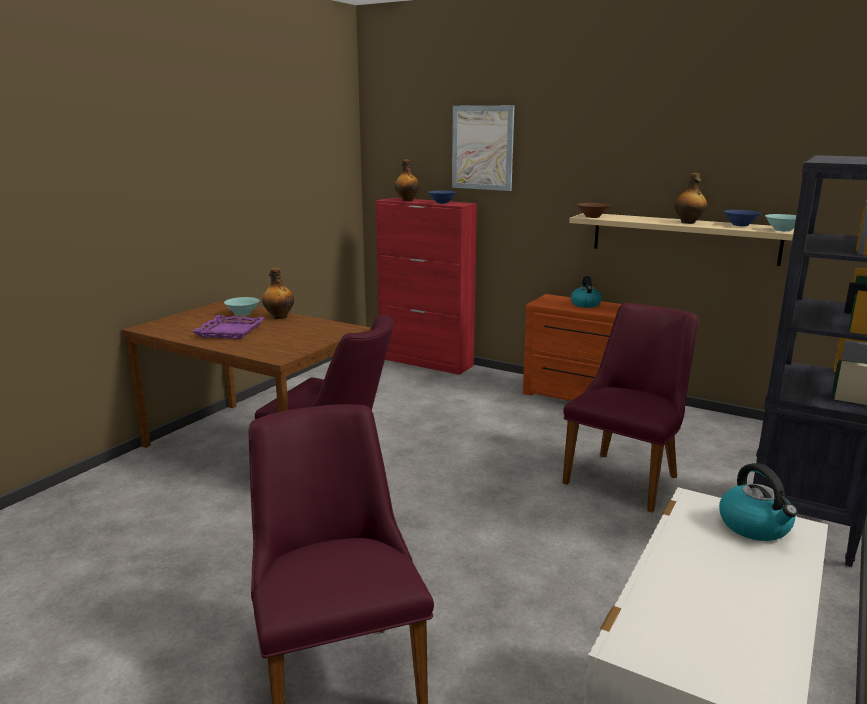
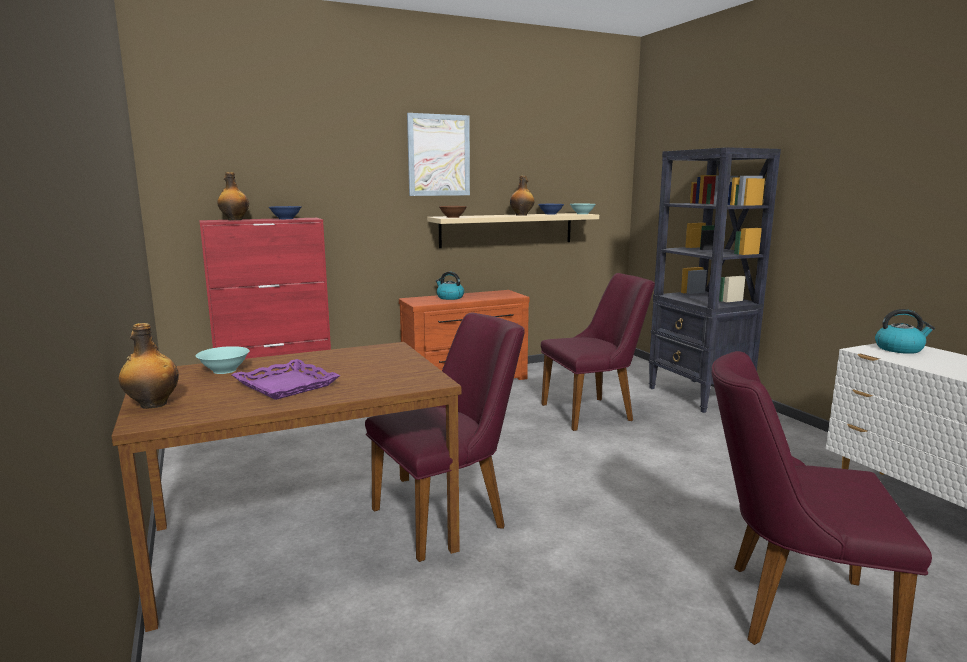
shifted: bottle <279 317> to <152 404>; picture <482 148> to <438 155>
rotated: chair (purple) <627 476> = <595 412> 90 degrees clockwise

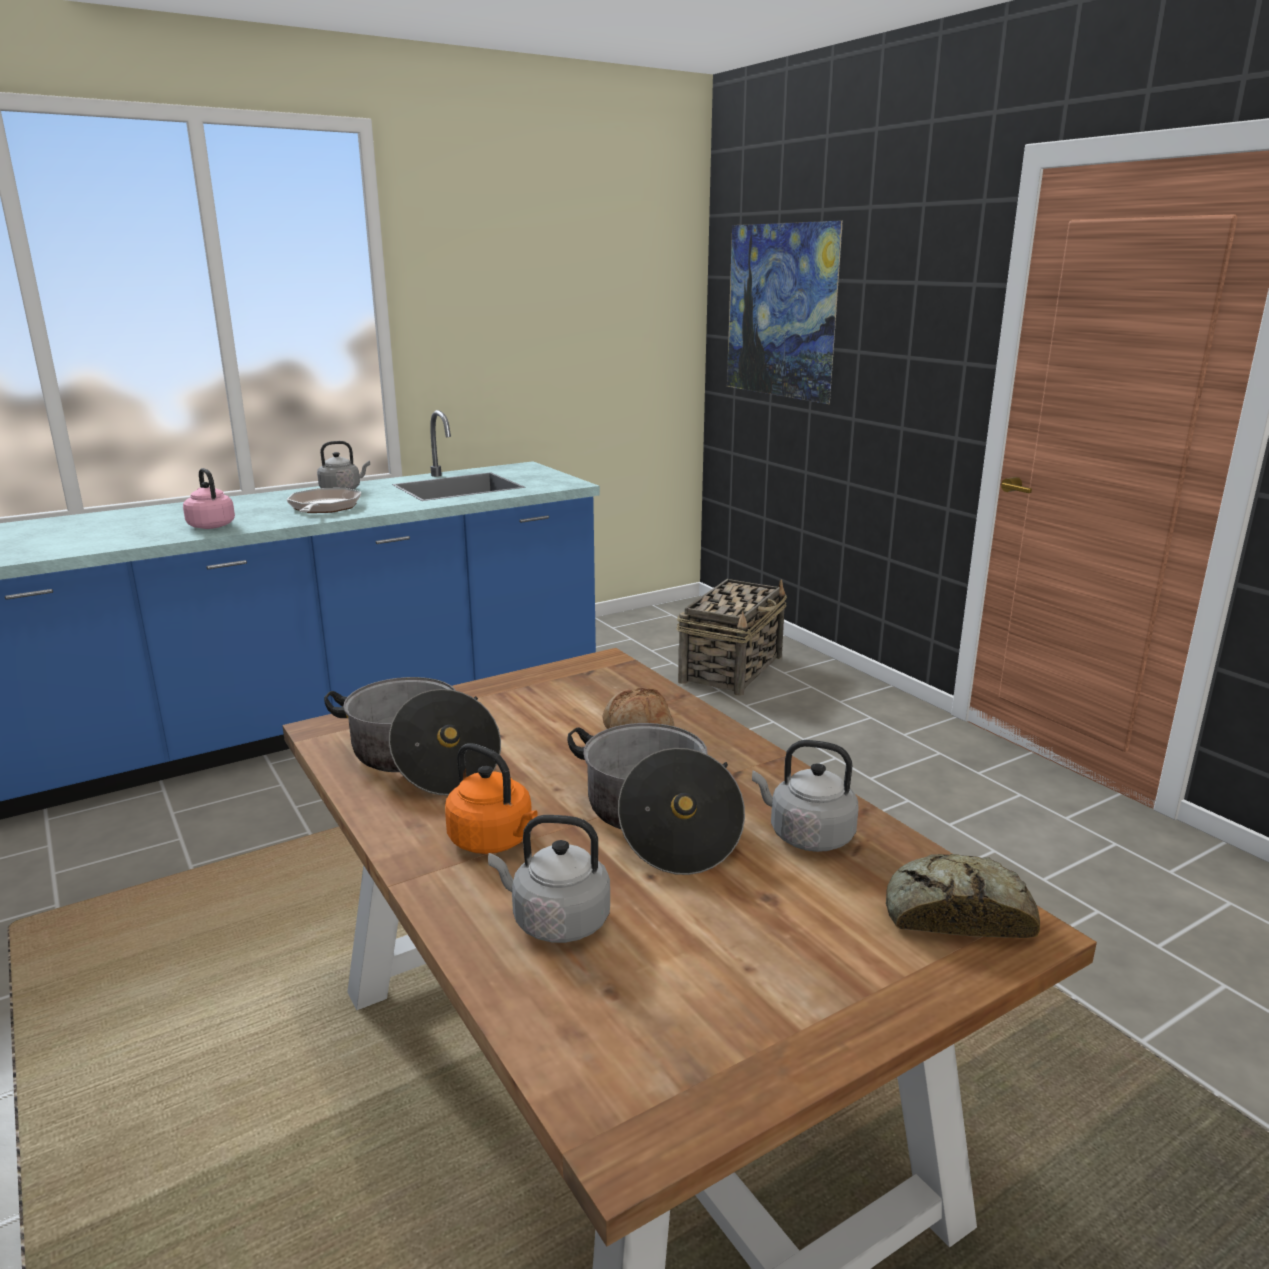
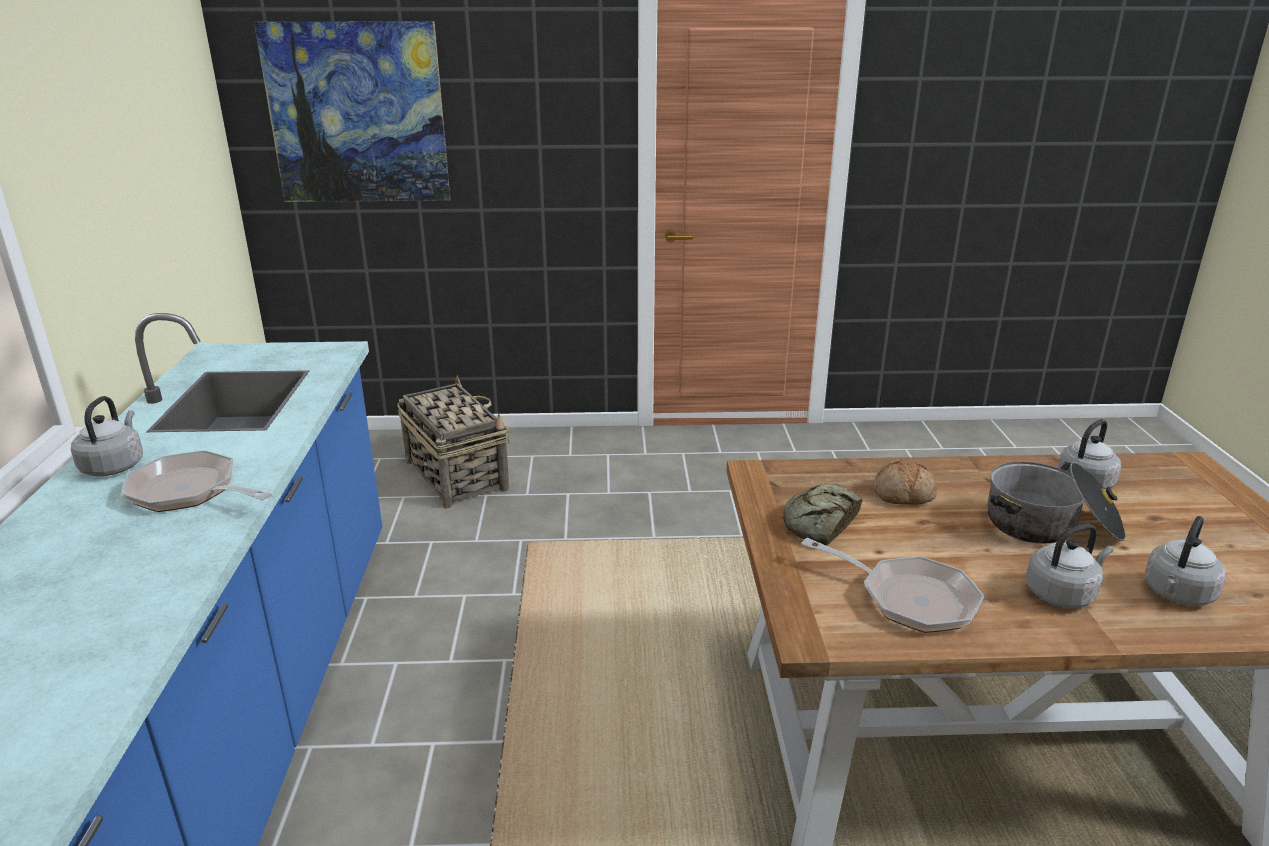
gone: kettle (pink) <210 525>
shifted: bread <955 912> to <820 523>
swapped: cooking pot <420 760> to frying pan <909 598>
repainted: kettle (orange) <494 841> to kettle (grey) <1062 593>

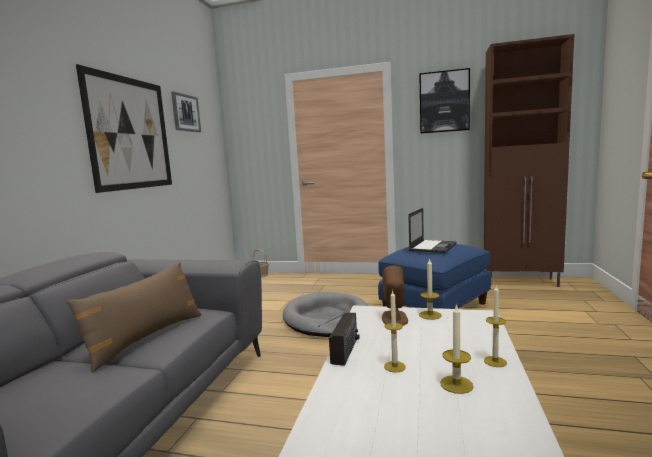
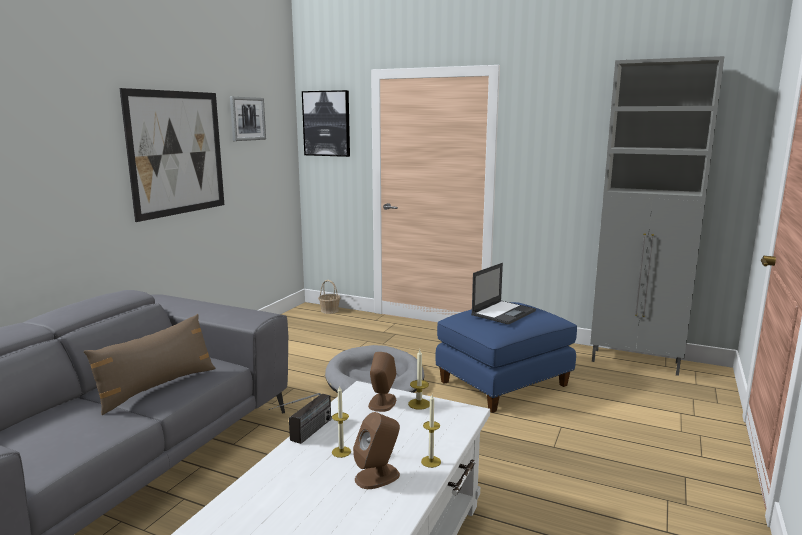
shifted: picture <444 102> to <326 123>
swapped: candle <456 384> to speaker (brown) <378 476>
repainted: cabinet (brown) <522 282> to cabinet (grey) <636 362>

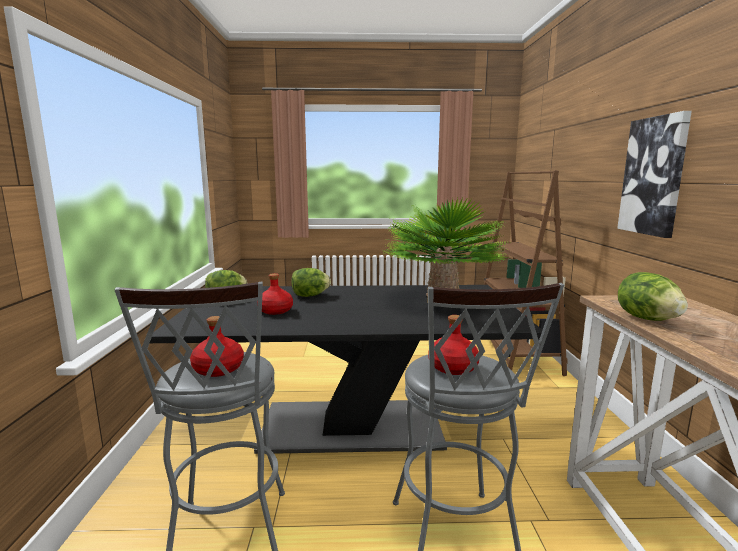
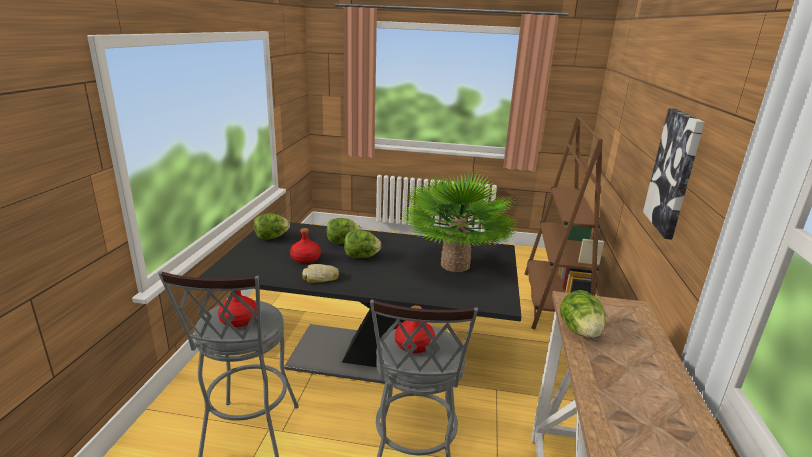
new: bread <321 277>; lettuce <361 257>

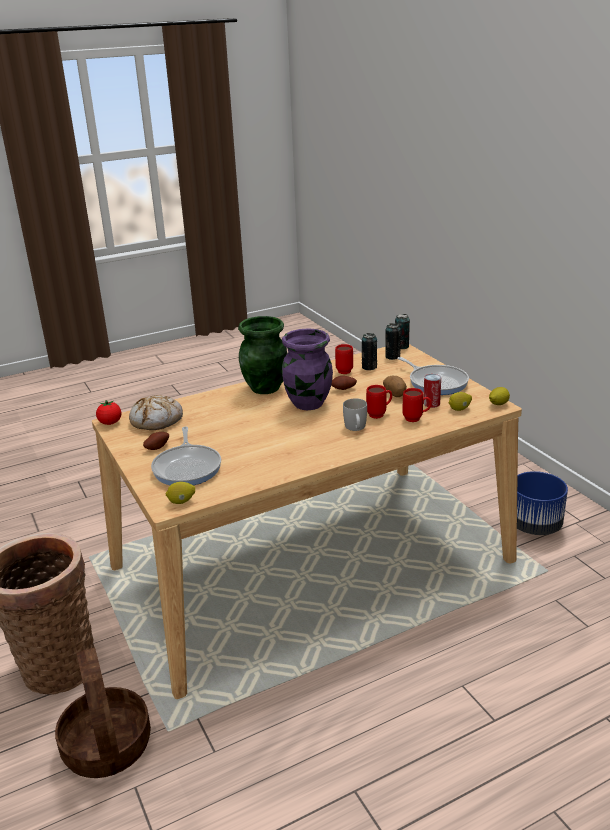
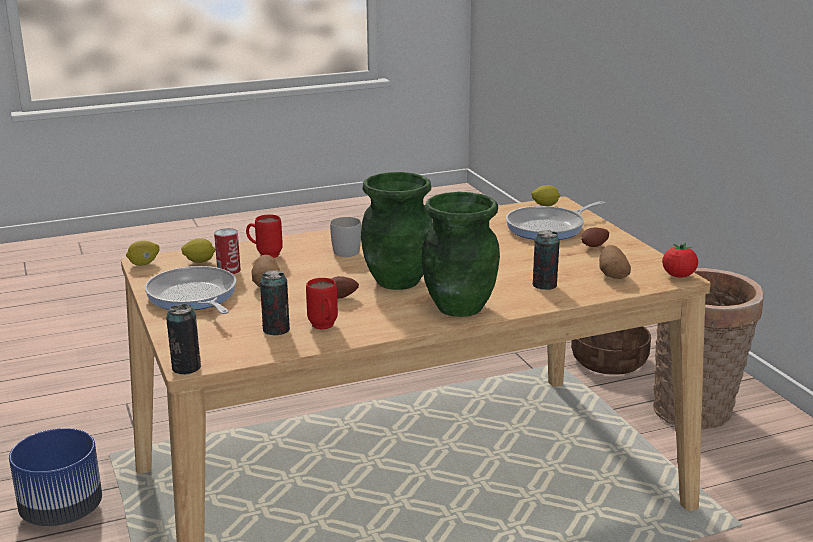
gone: mug (red) <379 414>
shifted: can <392 356> to <544 285>
swapped: bread <157 420> to potato <612 275>
repainted: vase (purple) <308 404> to vase (green) <398 281>
rotated: frying pan <188 467> = <549 228> 120 degrees counterclockwise

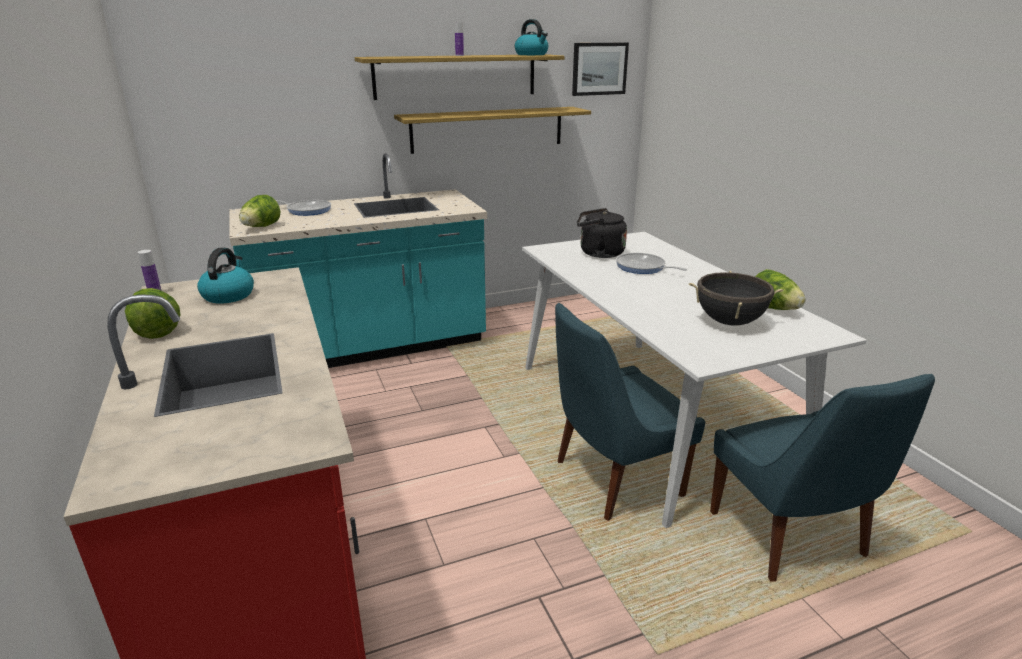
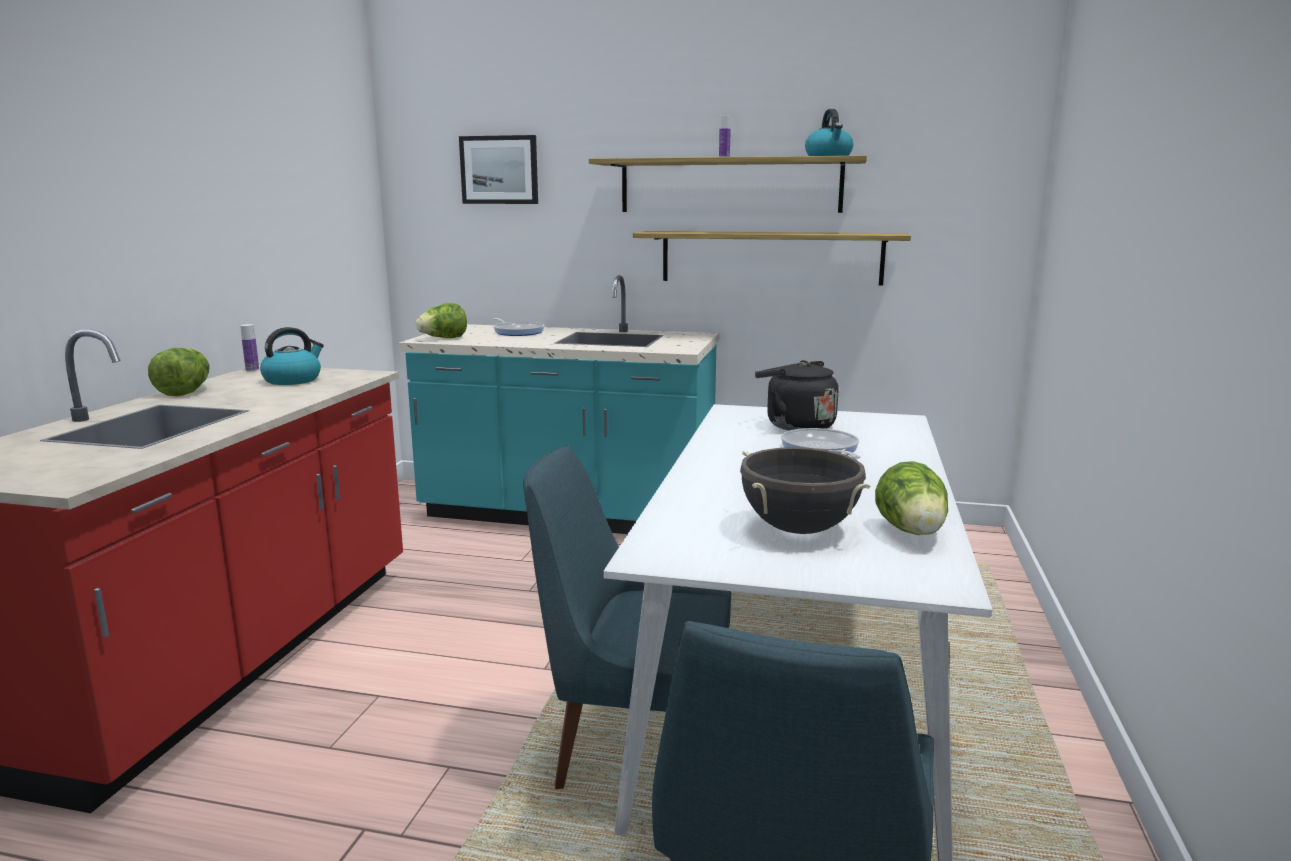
shifted: picture <599 69> to <499 170>

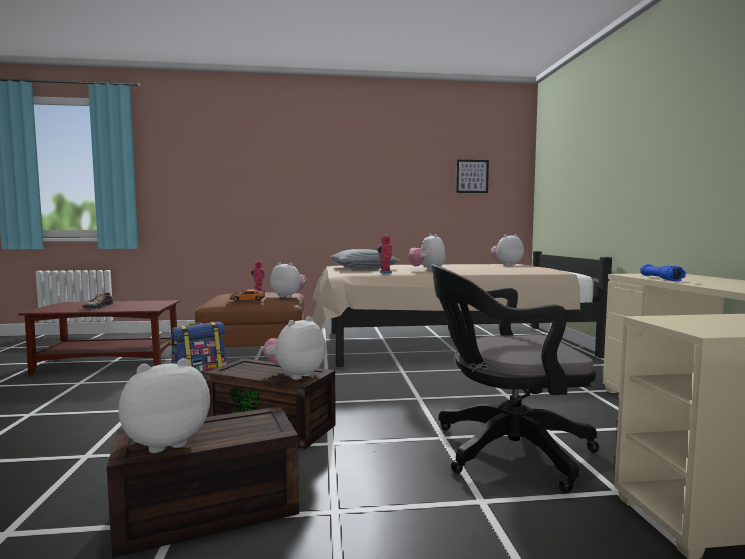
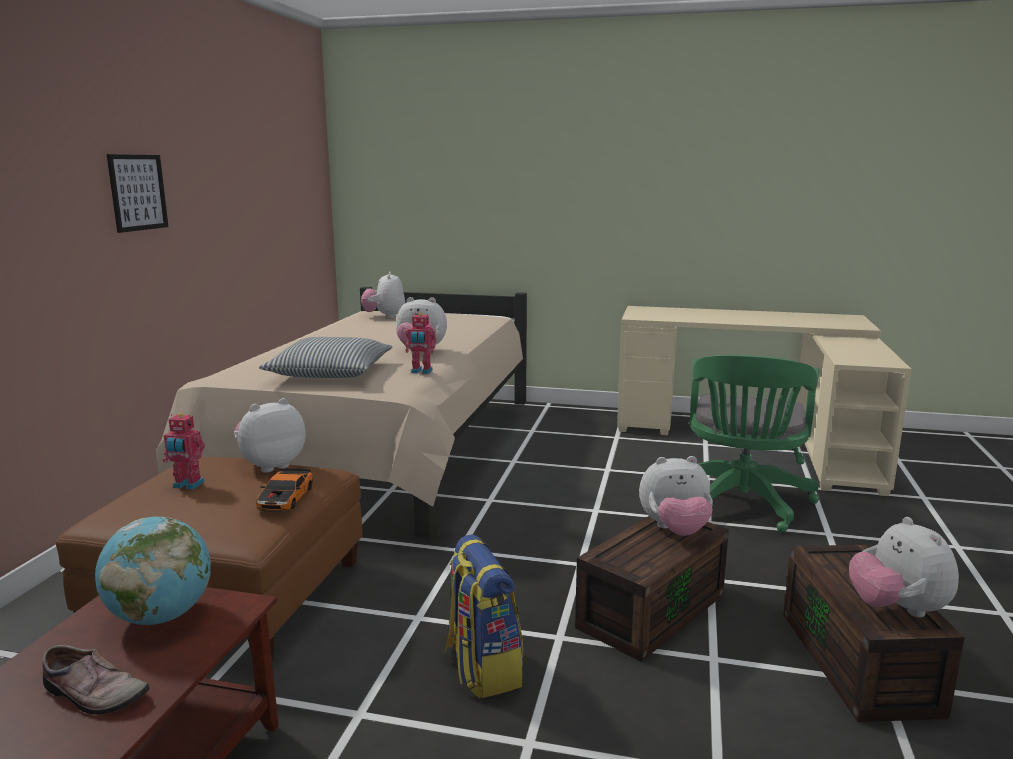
gone: flashlight (blue) <660 279>
new: globe <161 616>
shifted: picture <472 176> to <138 192>
repainted: office chair (black) <504 450> to office chair (green) <742 504>
rotated: plush toy <295 375> = <675 530> 60 degrees counterclockwise

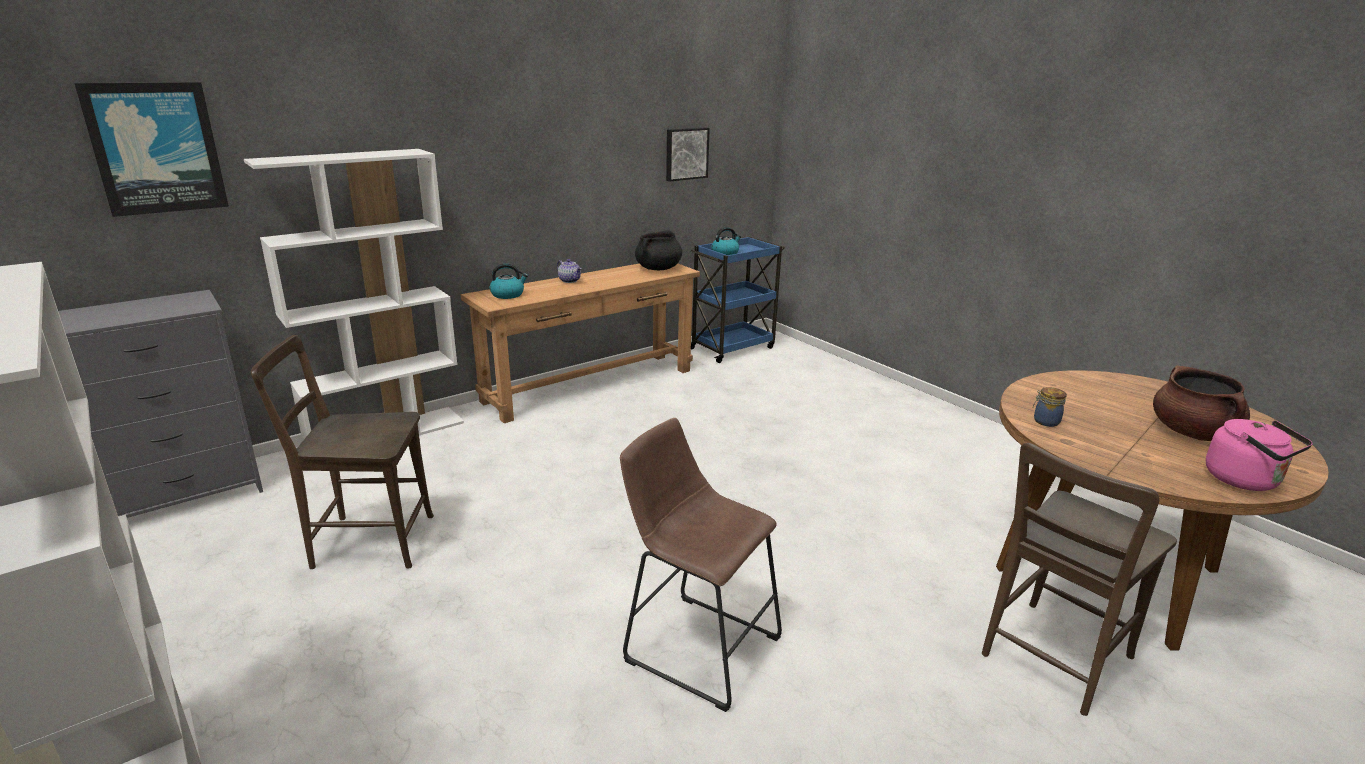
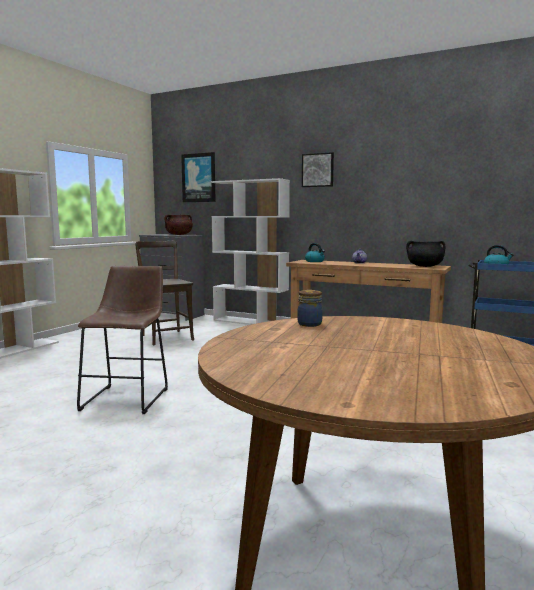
gone: chair (brown) <1052 659>; kettle (pink) <1245 481>
shifted: picture <686 153> to <318 170>; cooking pot (brown) <1192 433> to <179 234>

